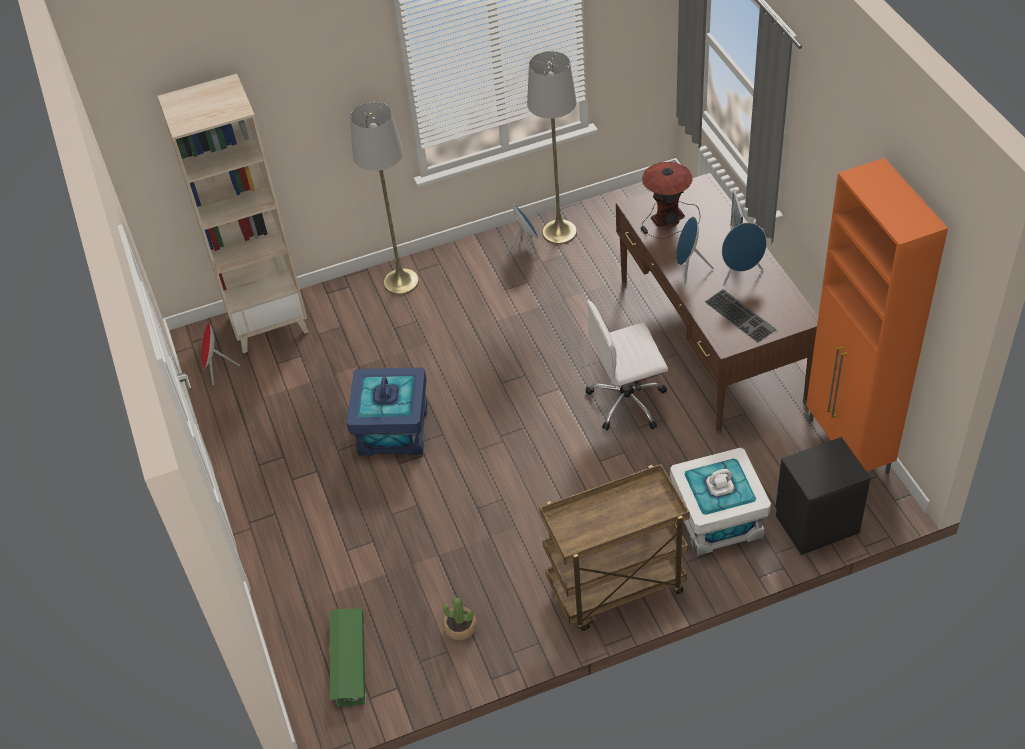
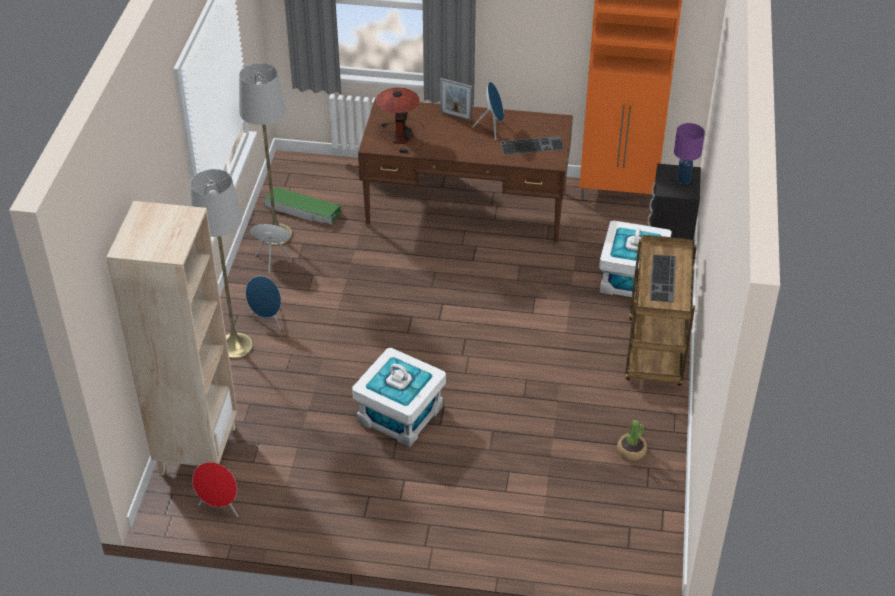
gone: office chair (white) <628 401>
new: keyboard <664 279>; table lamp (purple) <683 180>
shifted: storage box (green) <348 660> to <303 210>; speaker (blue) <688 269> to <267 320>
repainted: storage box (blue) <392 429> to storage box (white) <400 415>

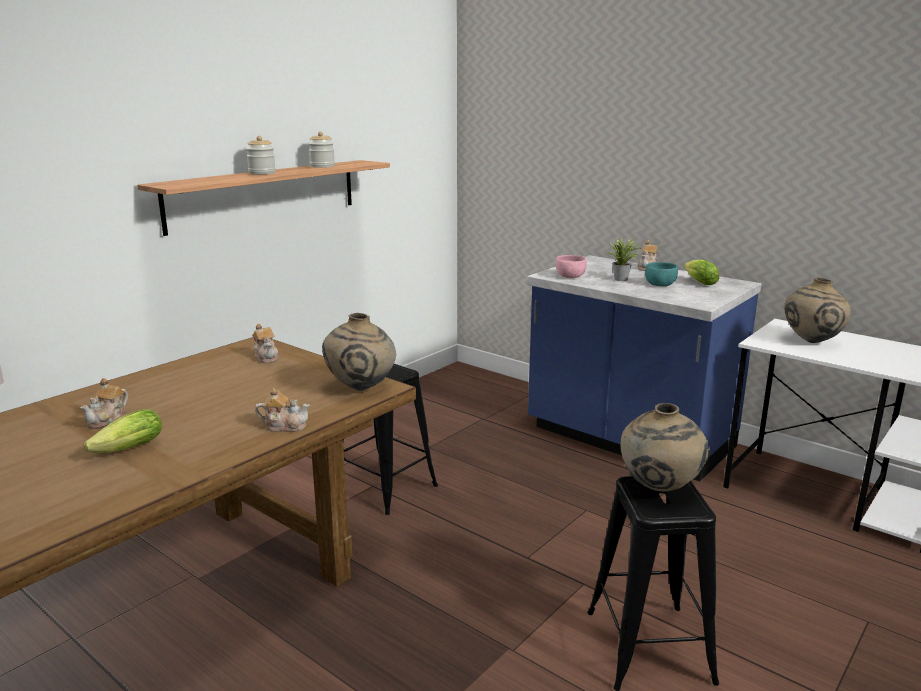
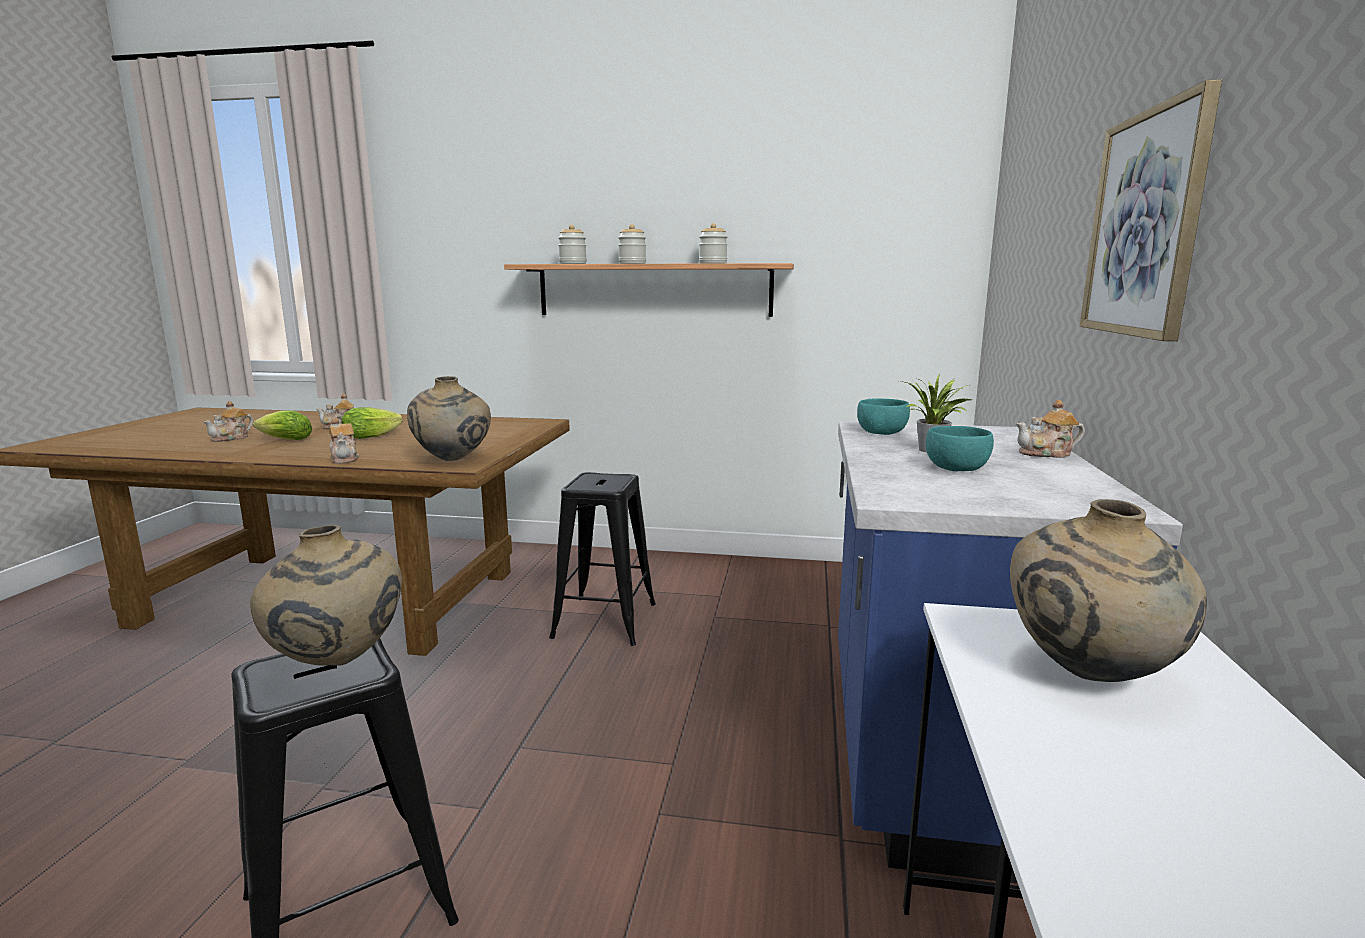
new: jar <572 263>; picture <1145 224>
shifted: teapot <267 357> to <231 438>; lettuce <698 282> to <375 436>
repainted: bowl (pink) <570 276> to bowl (turquoise) <881 432>

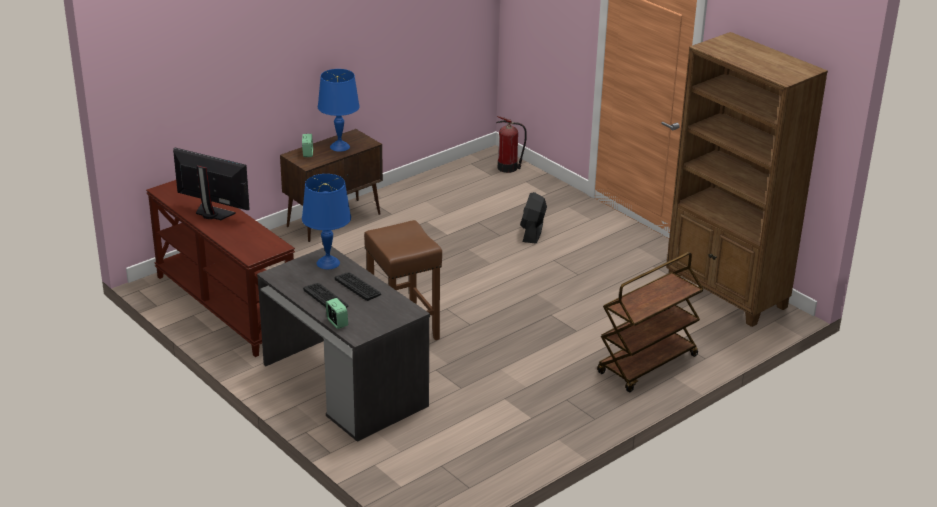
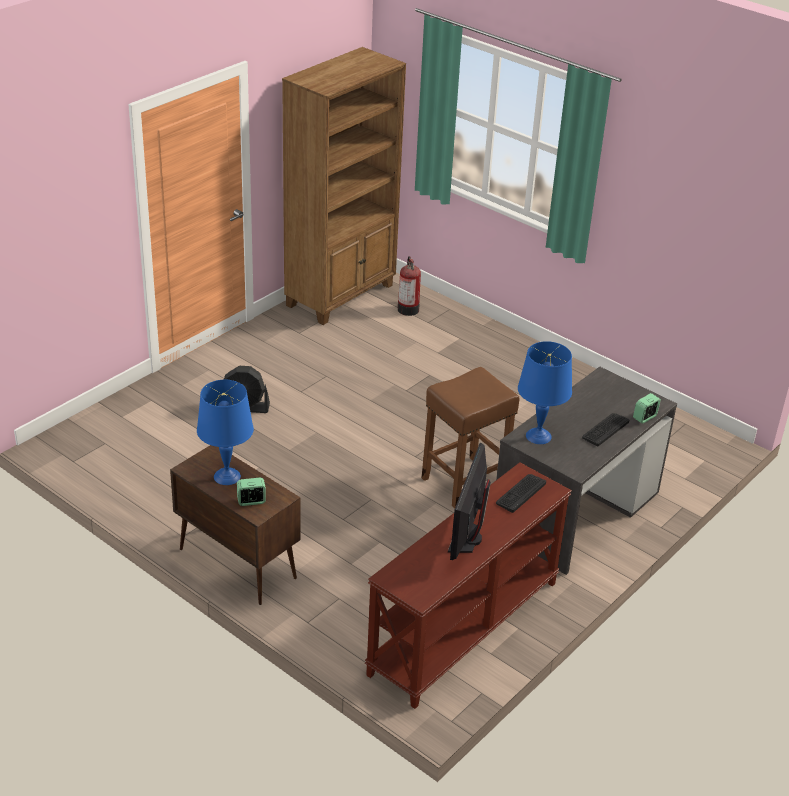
gone: cart (brown) <647 365>
shifted: keyboard <358 286> to <520 493>; fire extinguisher <508 168> to <408 308>

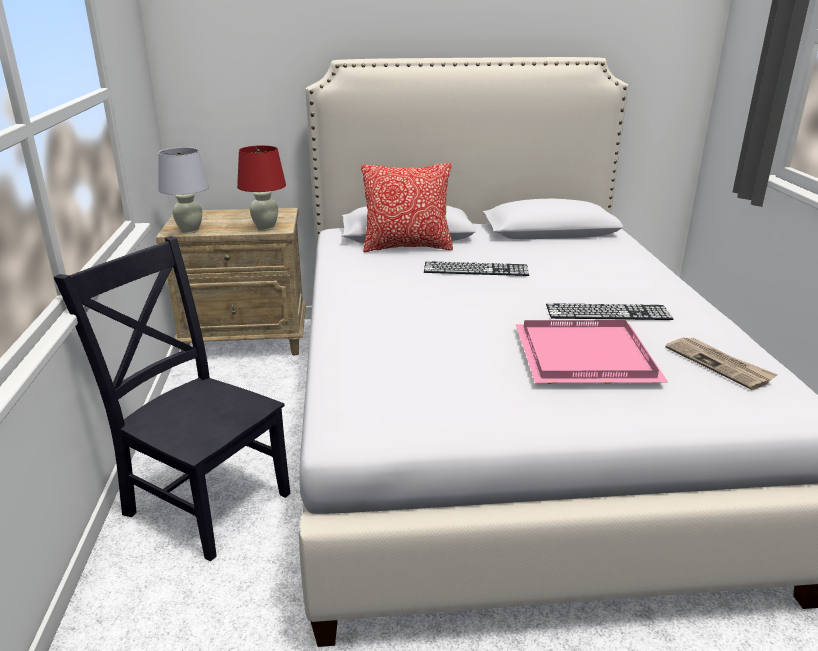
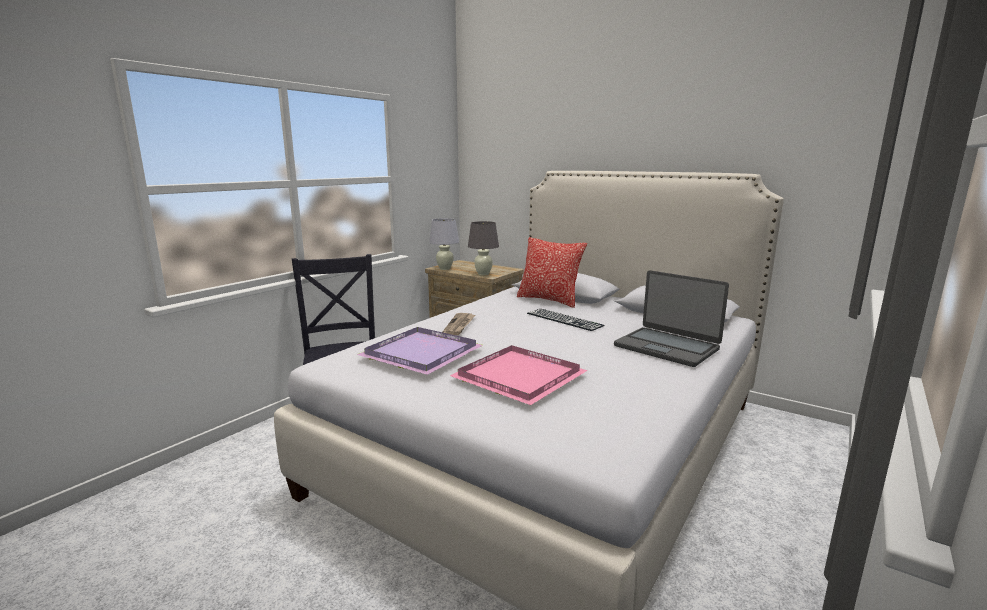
gone: keyboard <608 312>
new: tray (purple) <424 353>; laptop <667 347>
shifted: newspaper <719 364> to <459 325>
repainted: table lamp (red) <265 228> to table lamp (grey) <483 274>

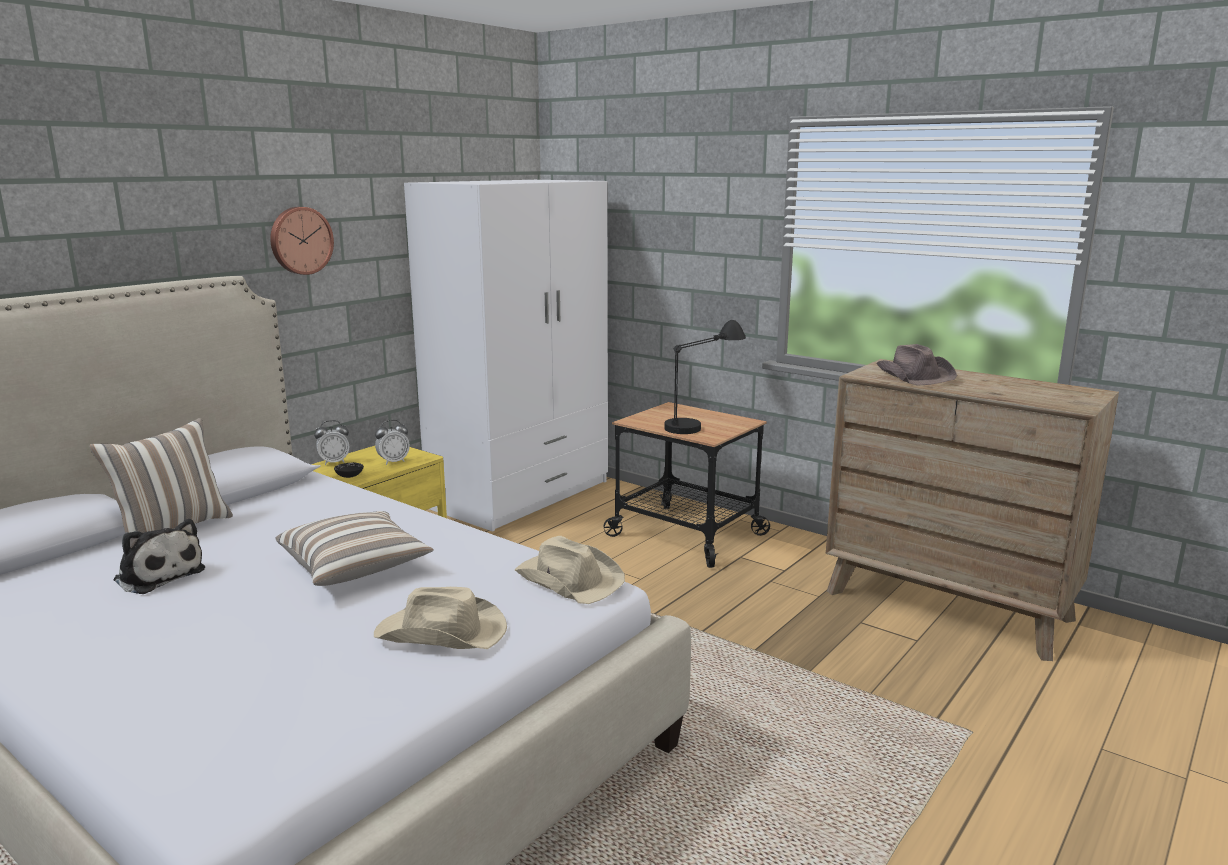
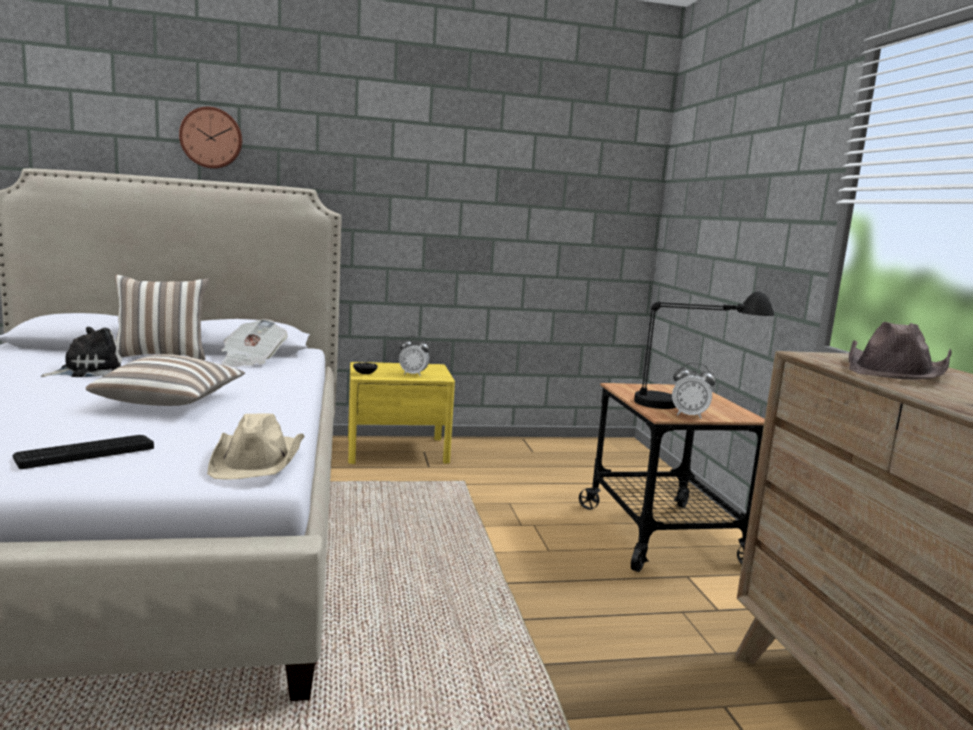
gone: wardrobe (white) <521 494>
new: newspaper <251 361>
shifted: wall clock <300 240> to <211 138>; alarm clock <334 462> to <689 415>
swapped: hat (beige) <442 633> to keyboard <85 452>
rotated: plush toy <158 575> = <88 371> 120 degrees counterclockwise

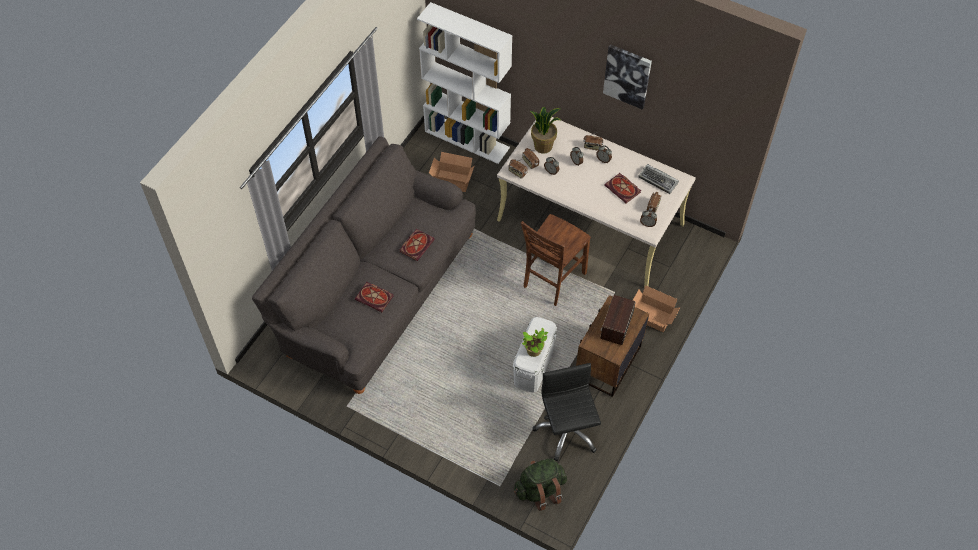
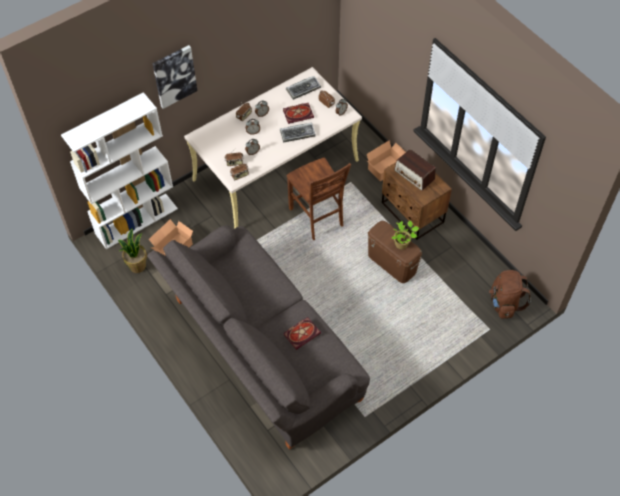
gone: book <416 245>; office chair (black) <567 431>
new: keyboard <298 134>
shifted: potted plant <543 146> to <137 265>; picture <627 76> to <174 76>
repainted: storage box (white) <533 366> to storage box (brown) <391 263>; backpack (green) <540 490> to backpack (brown) <504 303>

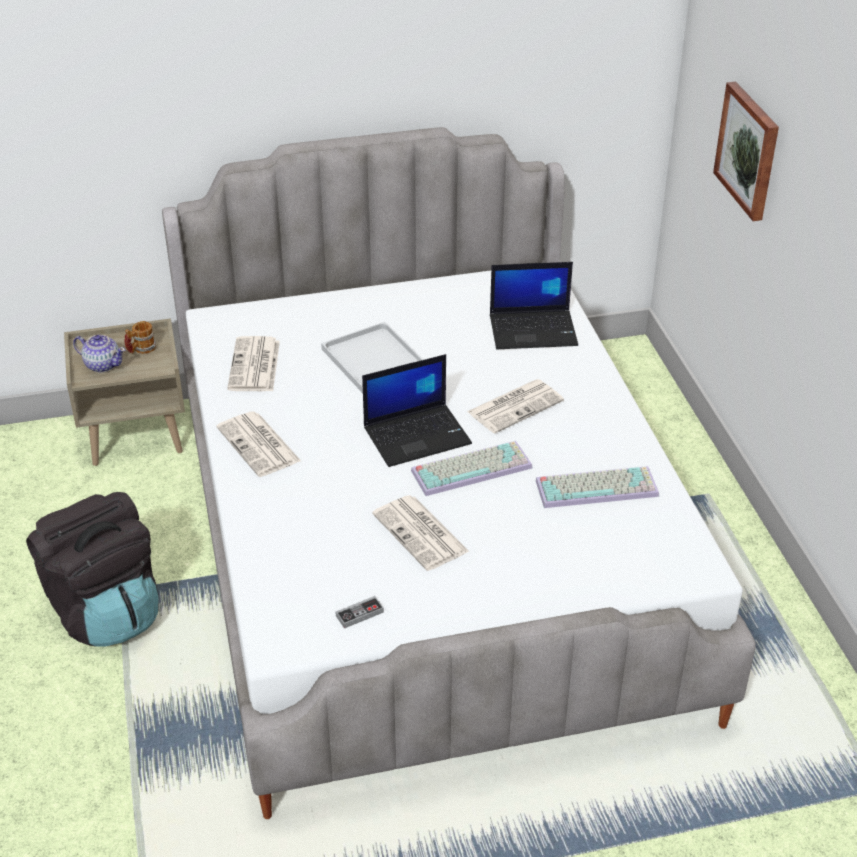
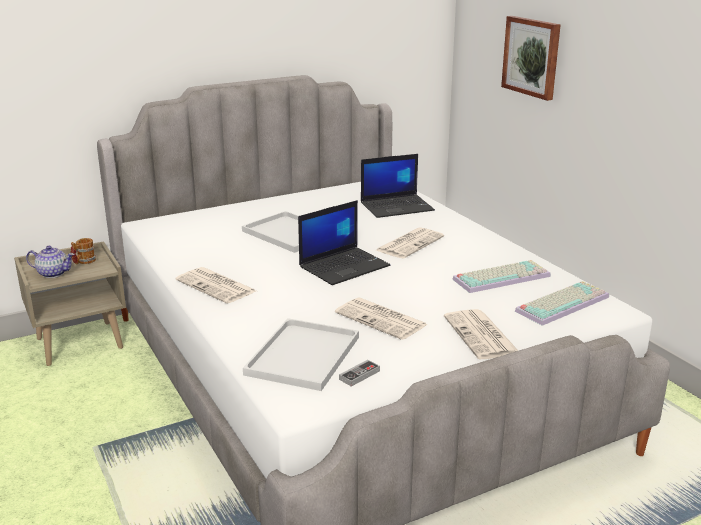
gone: backpack (black) <105 611>
new: tray (white) <303 357>
shifted: newspaper <255 366> to <482 336>; keyboard <472 467> to <562 303>

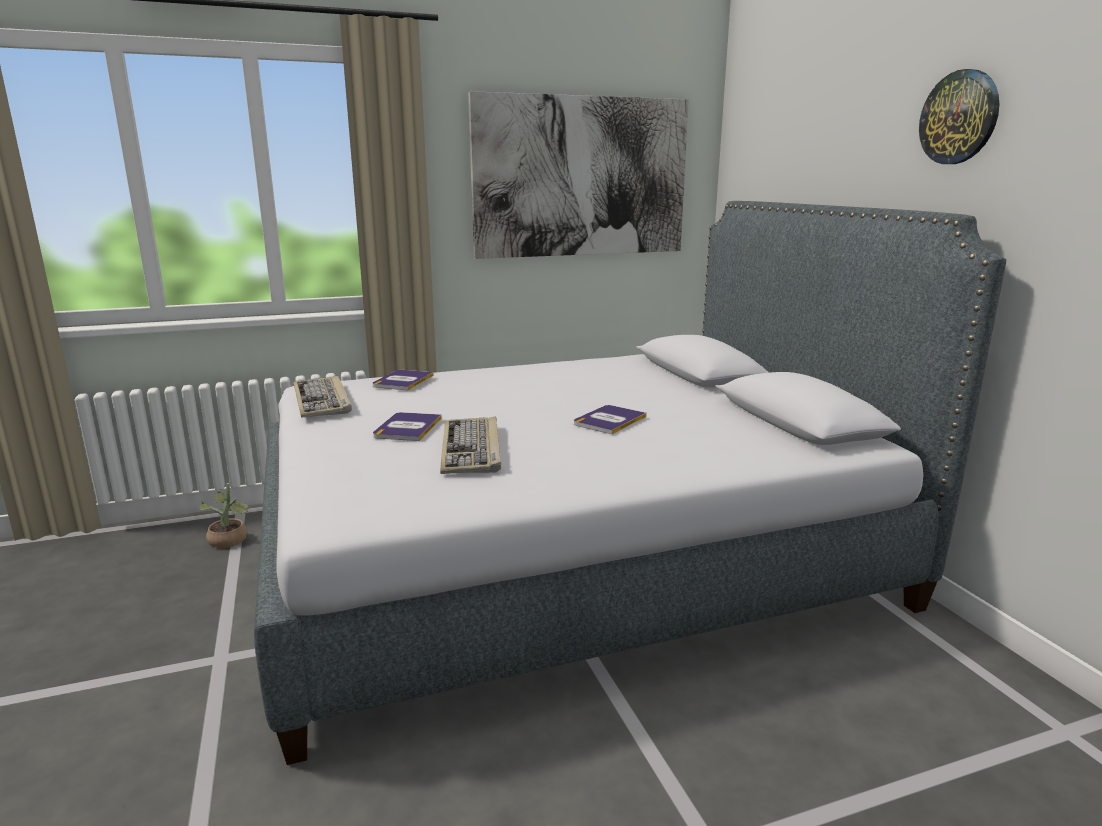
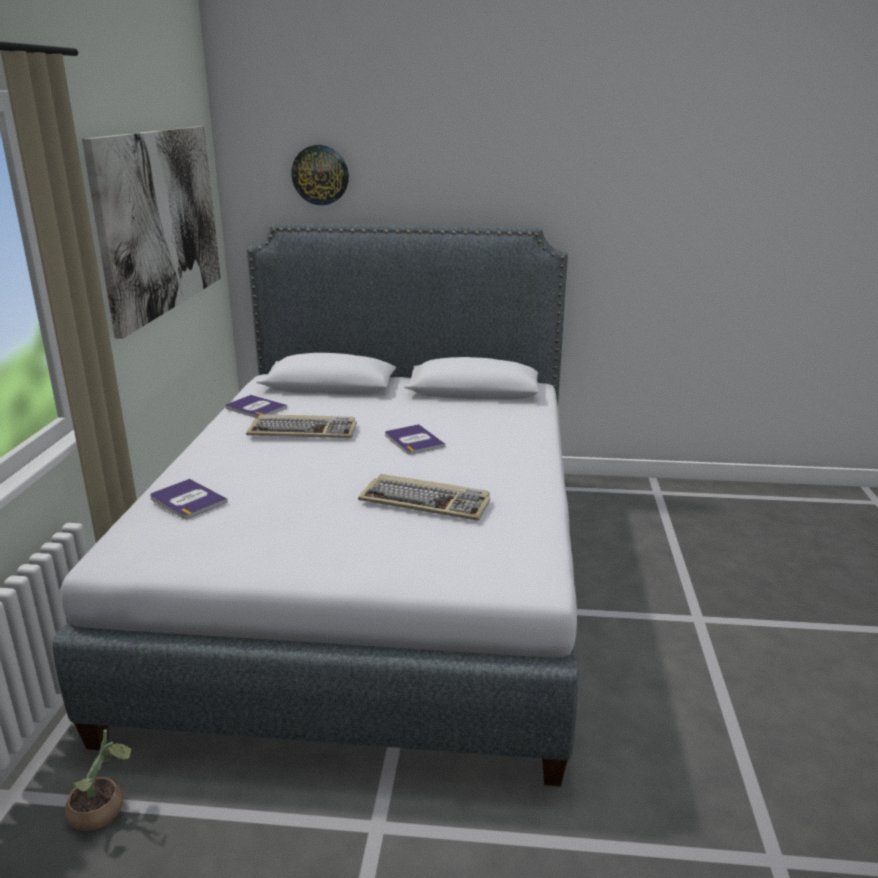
shifted: keyboard <322 400> to <304 431>; book <407 428> to <255 408>; wall clock <959 117> to <320 175>

